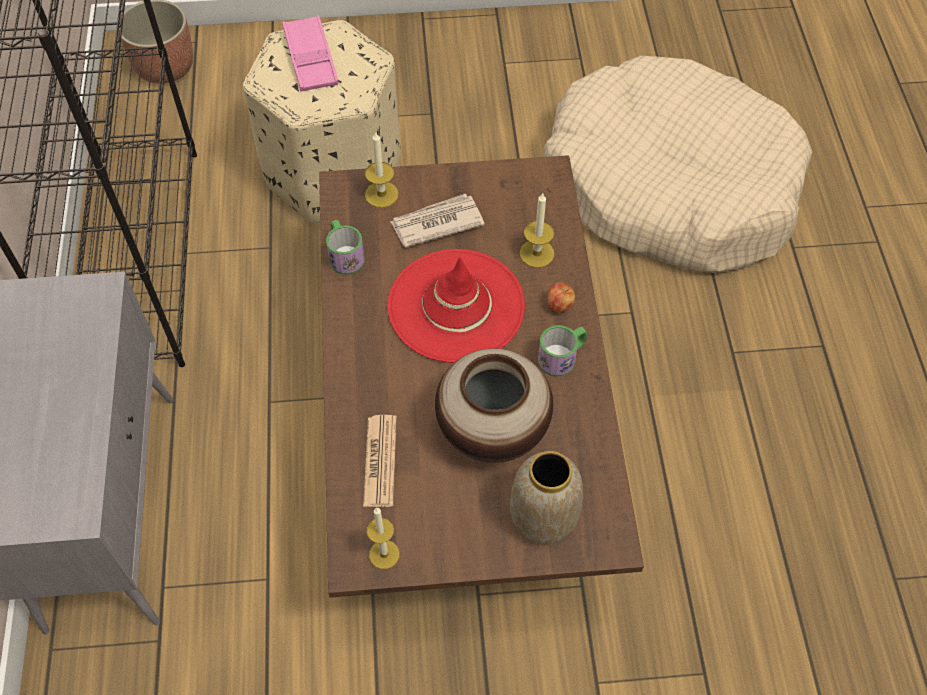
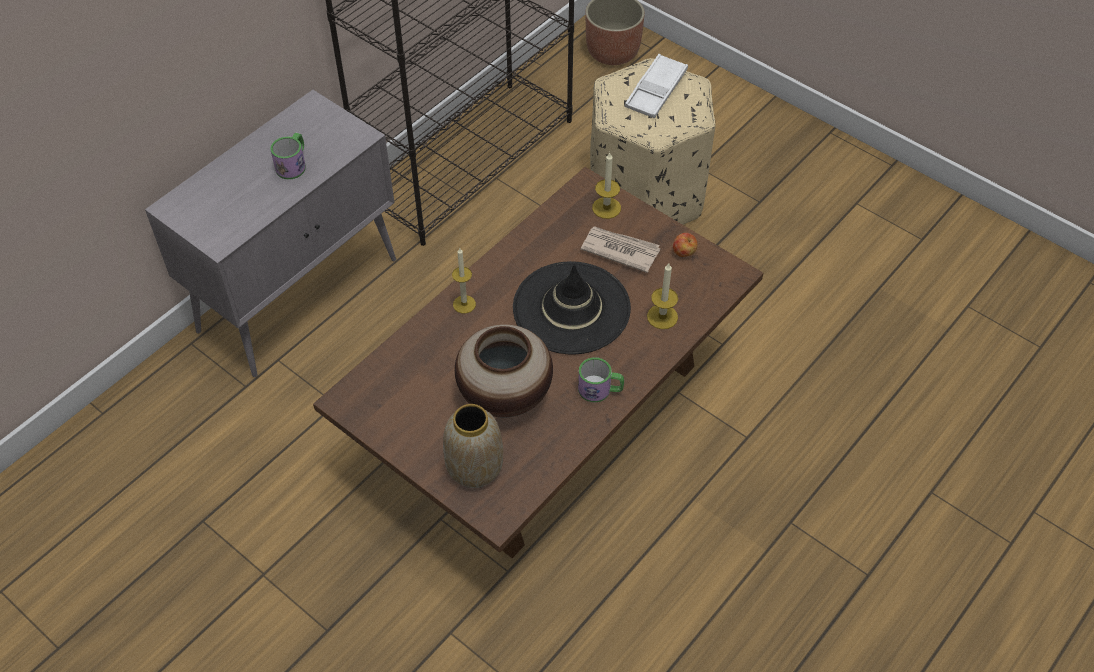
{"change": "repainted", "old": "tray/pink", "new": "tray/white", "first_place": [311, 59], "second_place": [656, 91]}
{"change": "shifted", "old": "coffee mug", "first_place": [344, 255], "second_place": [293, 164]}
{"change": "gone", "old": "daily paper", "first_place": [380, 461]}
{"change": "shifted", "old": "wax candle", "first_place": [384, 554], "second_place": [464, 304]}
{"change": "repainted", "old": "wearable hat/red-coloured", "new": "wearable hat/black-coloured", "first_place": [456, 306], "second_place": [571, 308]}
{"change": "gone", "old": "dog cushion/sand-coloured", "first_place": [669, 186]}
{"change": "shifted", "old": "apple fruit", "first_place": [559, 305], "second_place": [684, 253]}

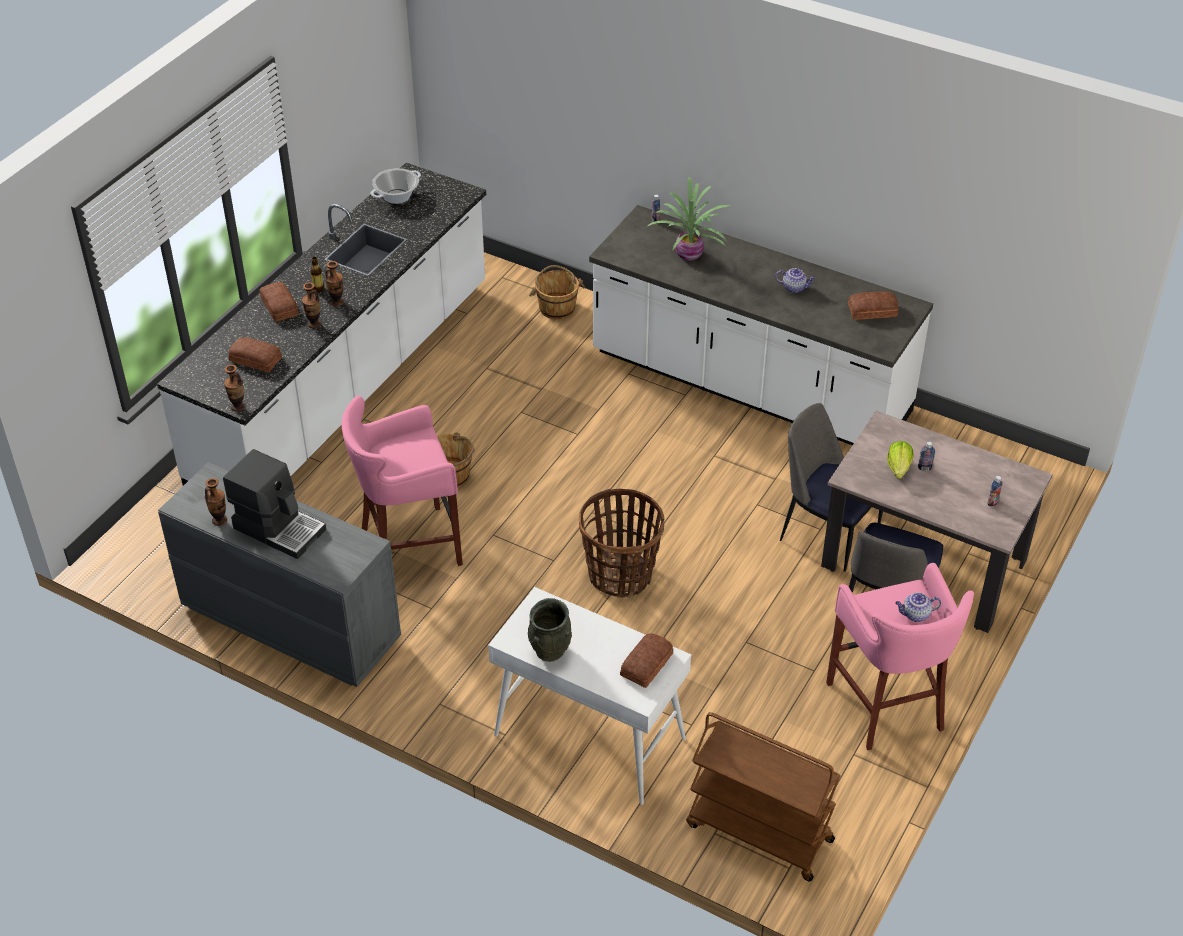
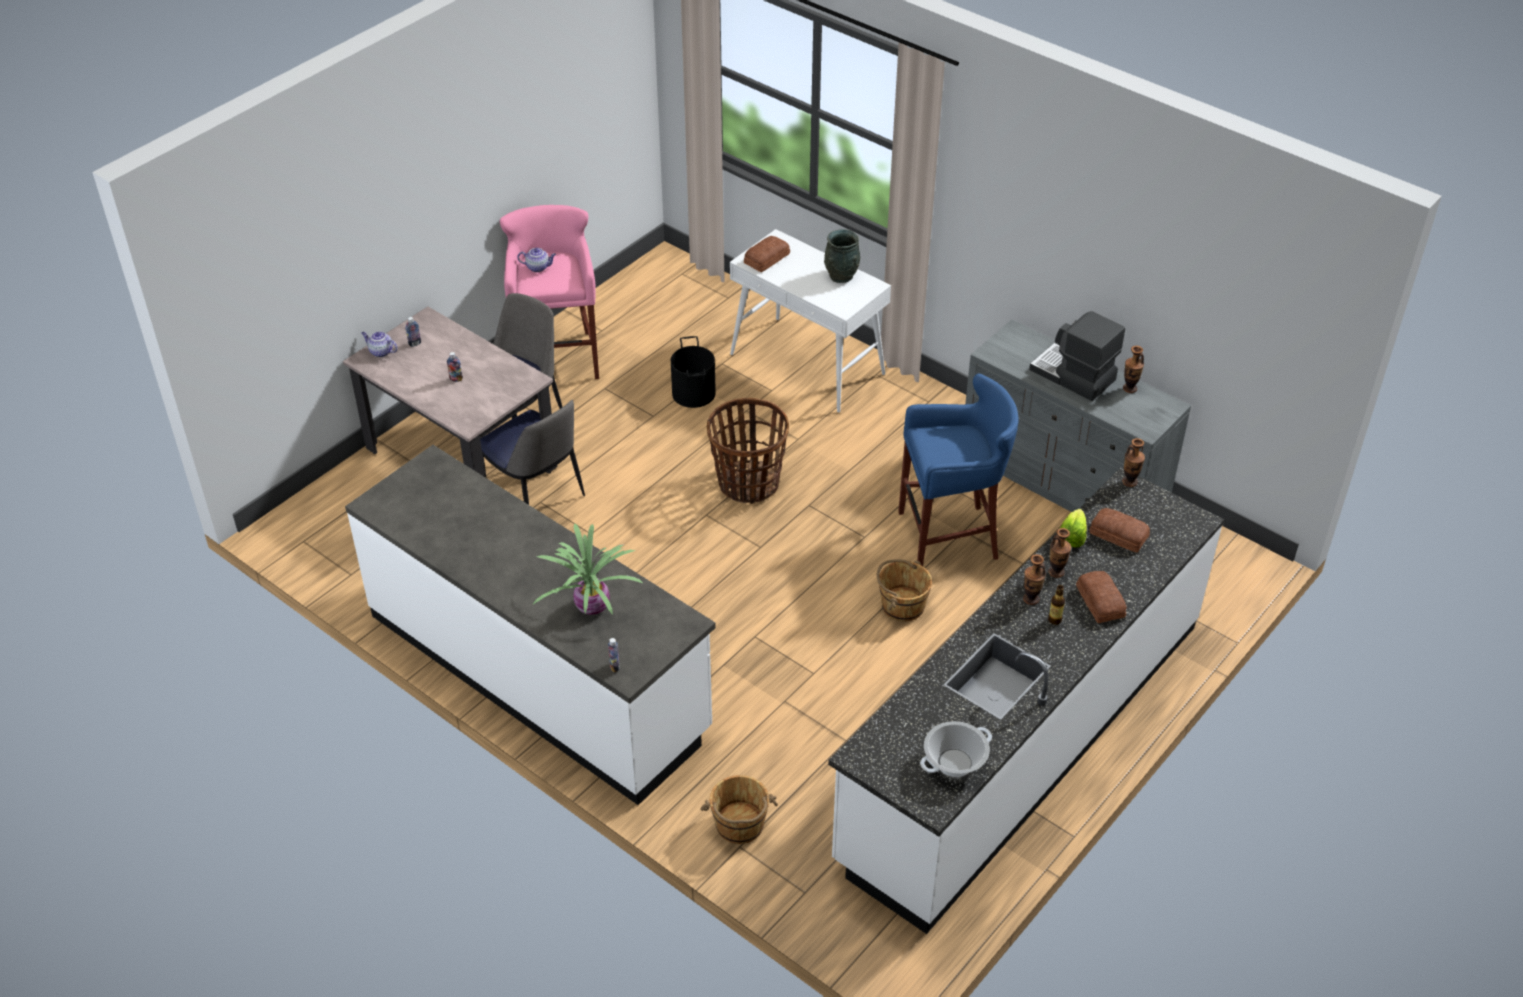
{"change": "repainted", "old": "stool/pink", "new": "stool/bluish", "first_place": [408, 545], "second_place": [951, 536]}
{"change": "gone", "old": "wheeled cart/brownish", "first_place": [758, 833]}
{"change": "shifted", "old": "pot for tea", "first_place": [794, 288], "second_place": [380, 352]}
{"change": "gone", "old": "bakery bread", "first_place": [873, 311]}
{"change": "shifted", "old": "head of lettuce", "first_place": [898, 468], "second_place": [1072, 537]}
{"change": "new", "new": "pail/black-coloured", "second_place": [693, 393]}

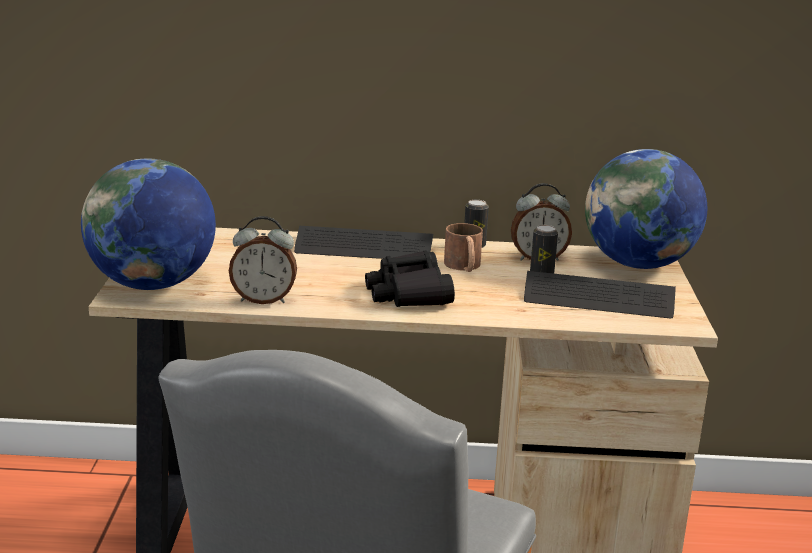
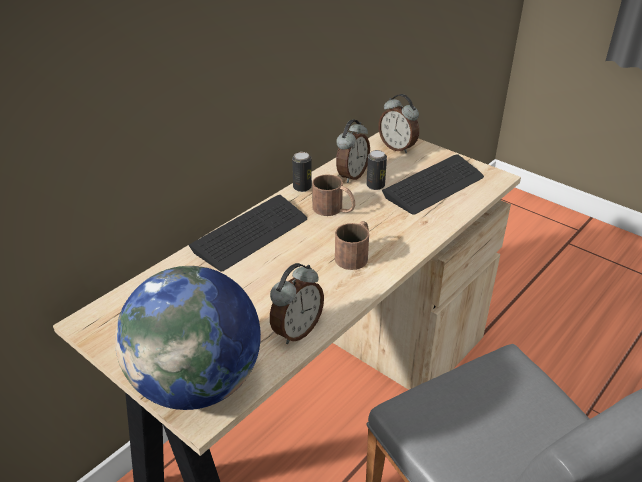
{"change": "swapped", "old": "pair of binoculars/black-coloured", "new": "coffee mug/brownish", "first_place": [408, 294], "second_place": [355, 254]}
{"change": "swapped", "old": "world globe", "new": "alarm clock", "first_place": [638, 264], "second_place": [398, 147]}

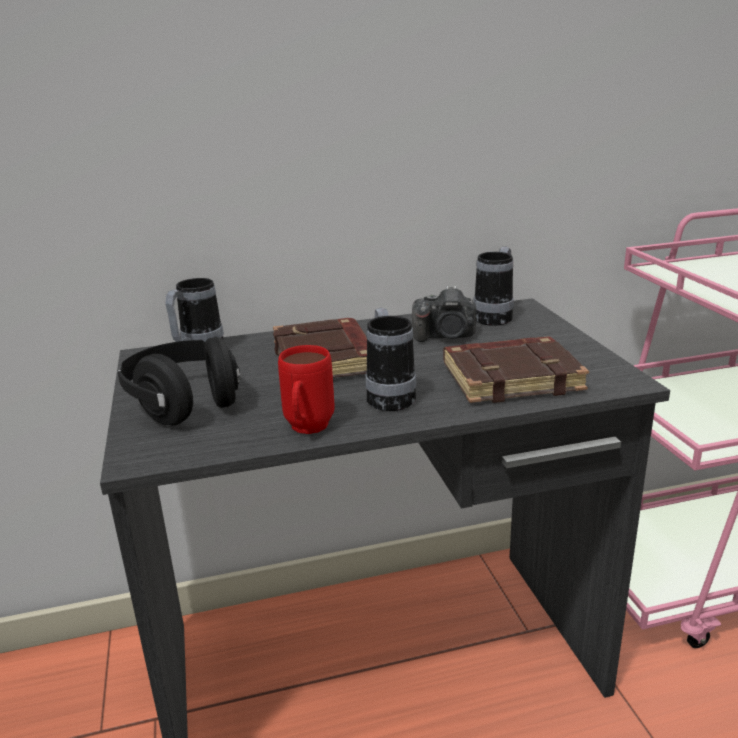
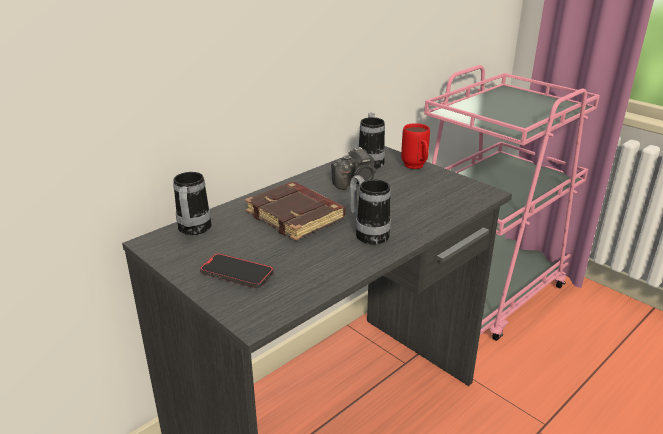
{"change": "swapped", "old": "headset/black-coloured", "new": "phone", "first_place": [185, 404], "second_place": [237, 273]}
{"change": "shifted", "old": "coffee mug/red-coloured", "first_place": [307, 431], "second_place": [416, 167]}
{"change": "gone", "old": "volume/brownish", "first_place": [512, 377]}

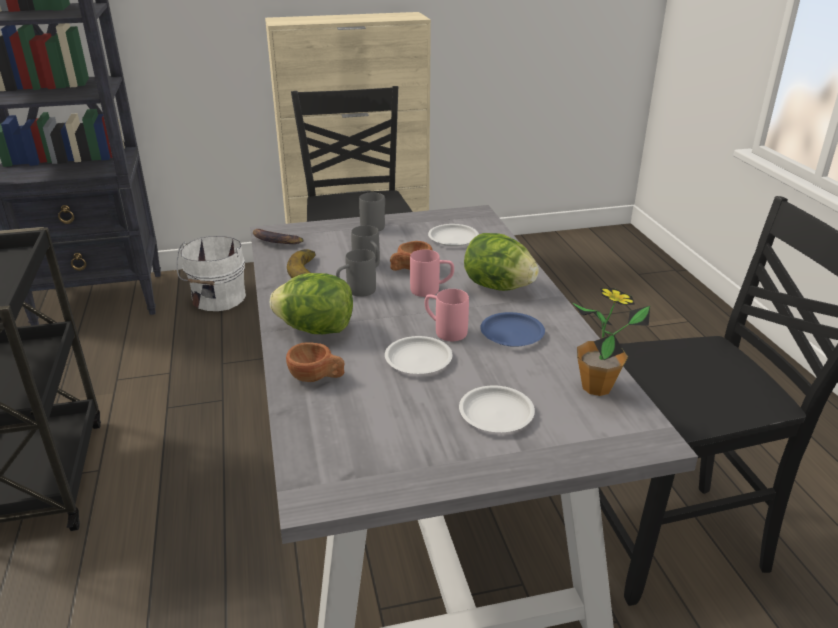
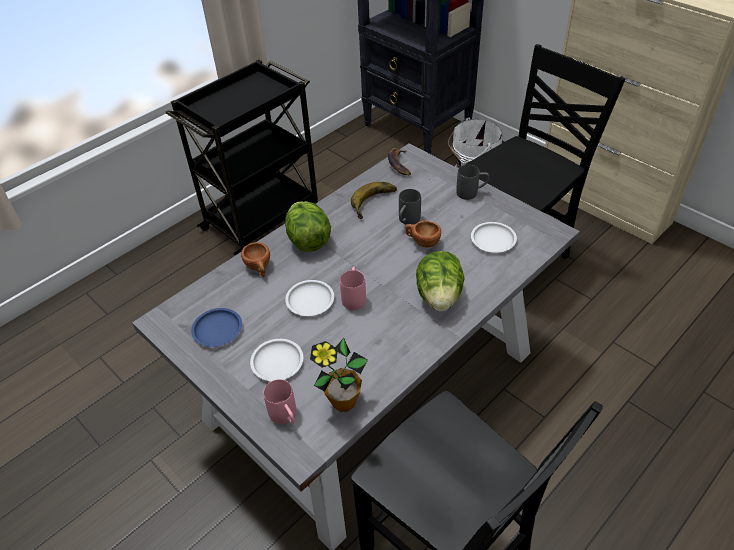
{"change": "gone", "old": "coffee mug/gray", "first_place": [355, 292]}
{"change": "shifted", "old": "coffee mug/pink", "first_place": [431, 290], "second_place": [285, 417]}
{"change": "shifted", "old": "plate/bluish", "first_place": [511, 333], "second_place": [218, 329]}

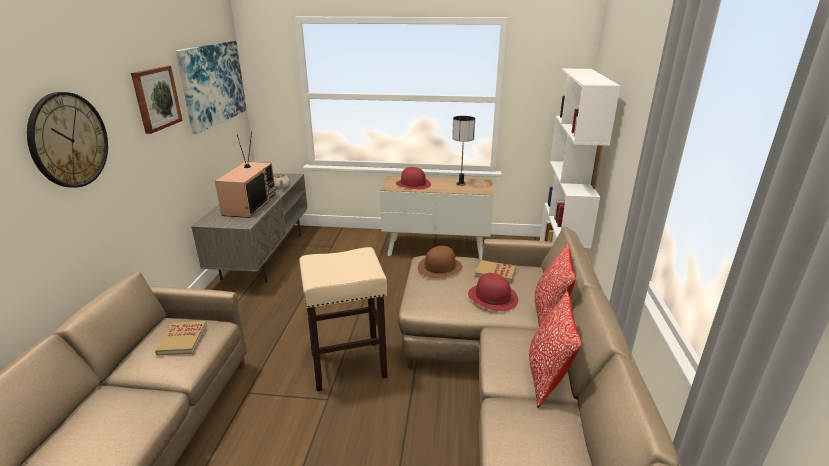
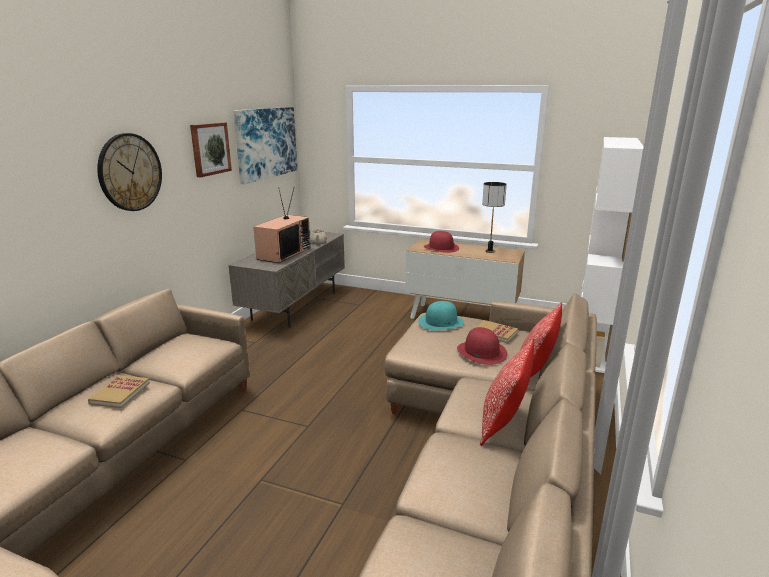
{"change": "shifted", "old": "volume", "first_place": [182, 339], "second_place": [120, 393]}
{"change": "gone", "old": "stool/sand-coloured", "first_place": [349, 364]}
{"change": "repainted", "old": "wearable hat/brownish", "new": "wearable hat/turquoise-coloured", "first_place": [440, 267], "second_place": [441, 322]}

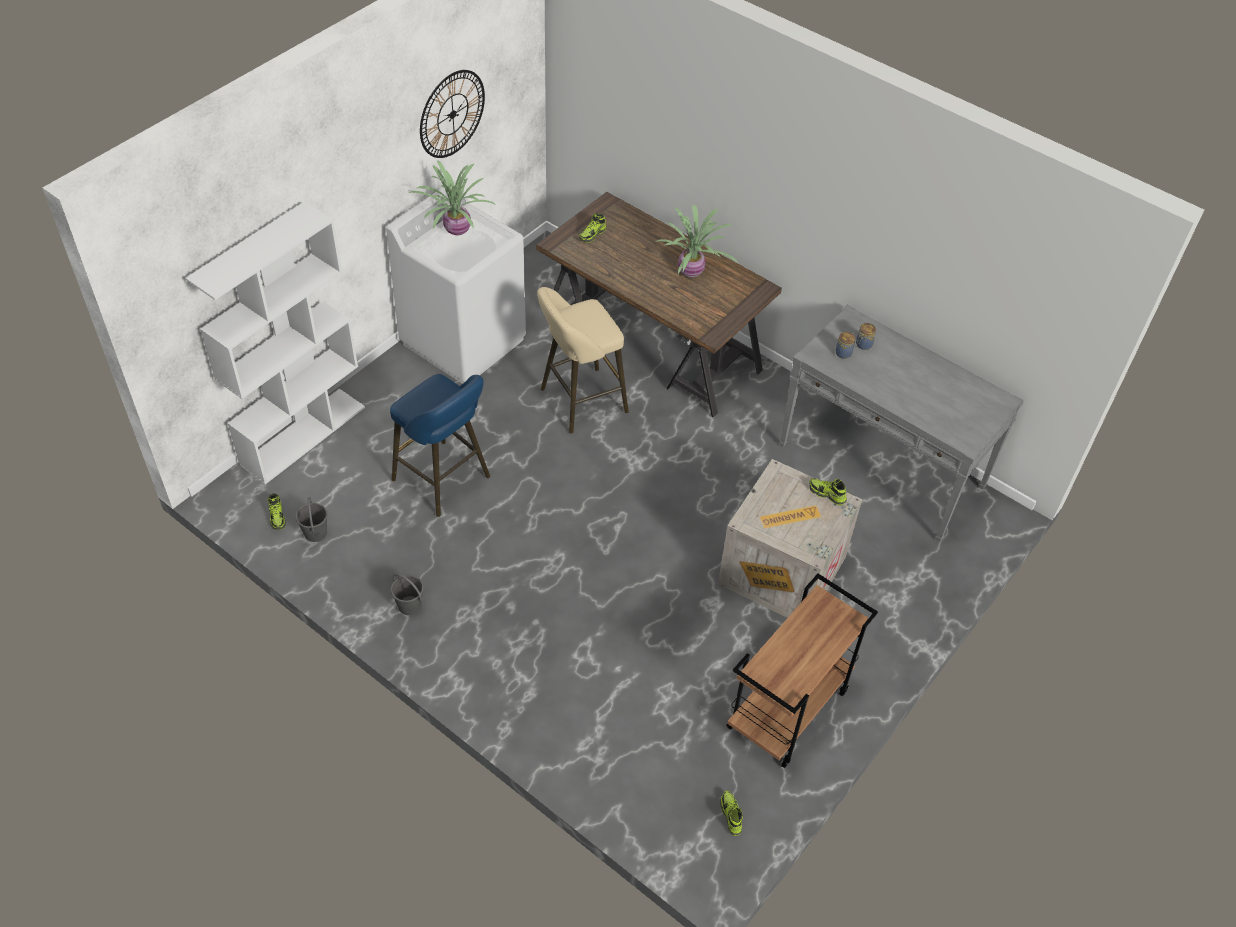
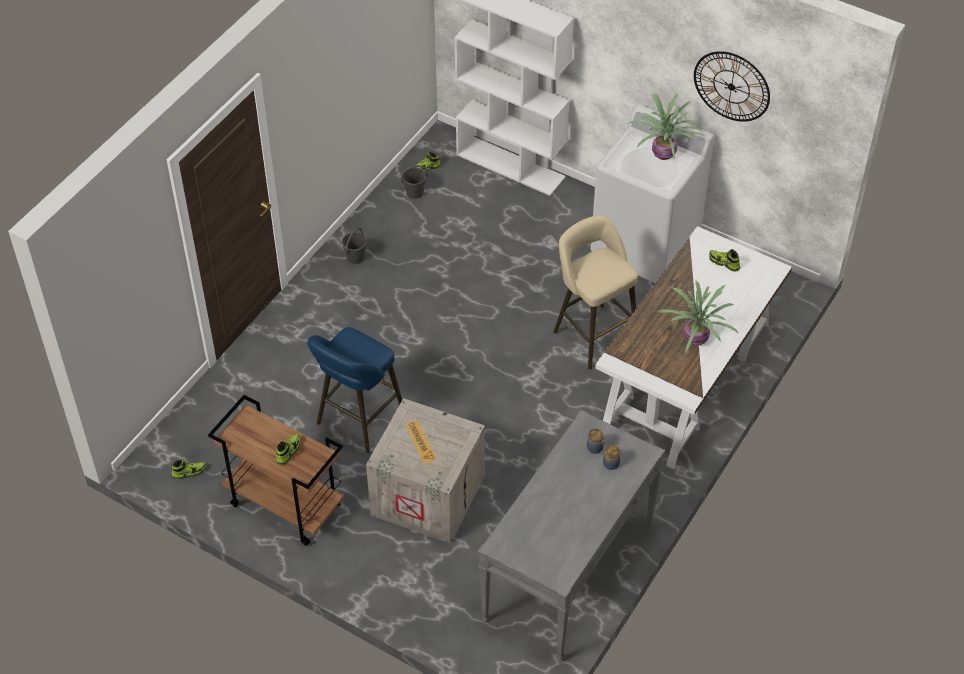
{"change": "shifted", "old": "stool/bluish", "first_place": [445, 481], "second_place": [358, 421]}
{"change": "repainted", "old": "desk table/brownish", "new": "desk table/white", "first_place": [652, 341], "second_place": [687, 379]}
{"change": "shifted", "old": "low shoe", "first_place": [827, 494], "second_place": [288, 452]}

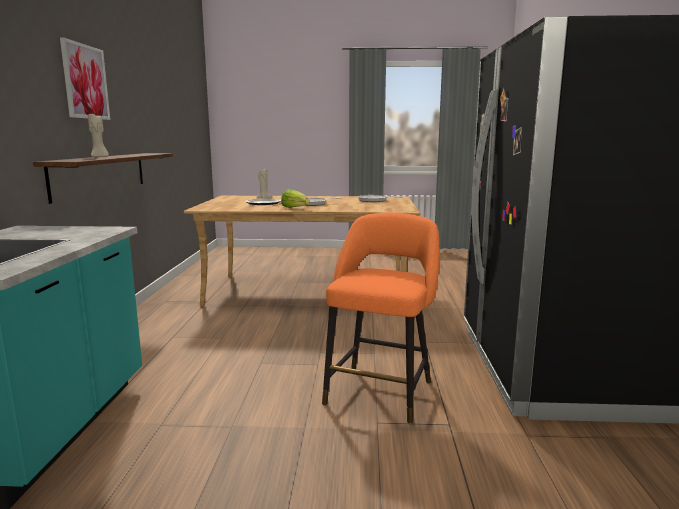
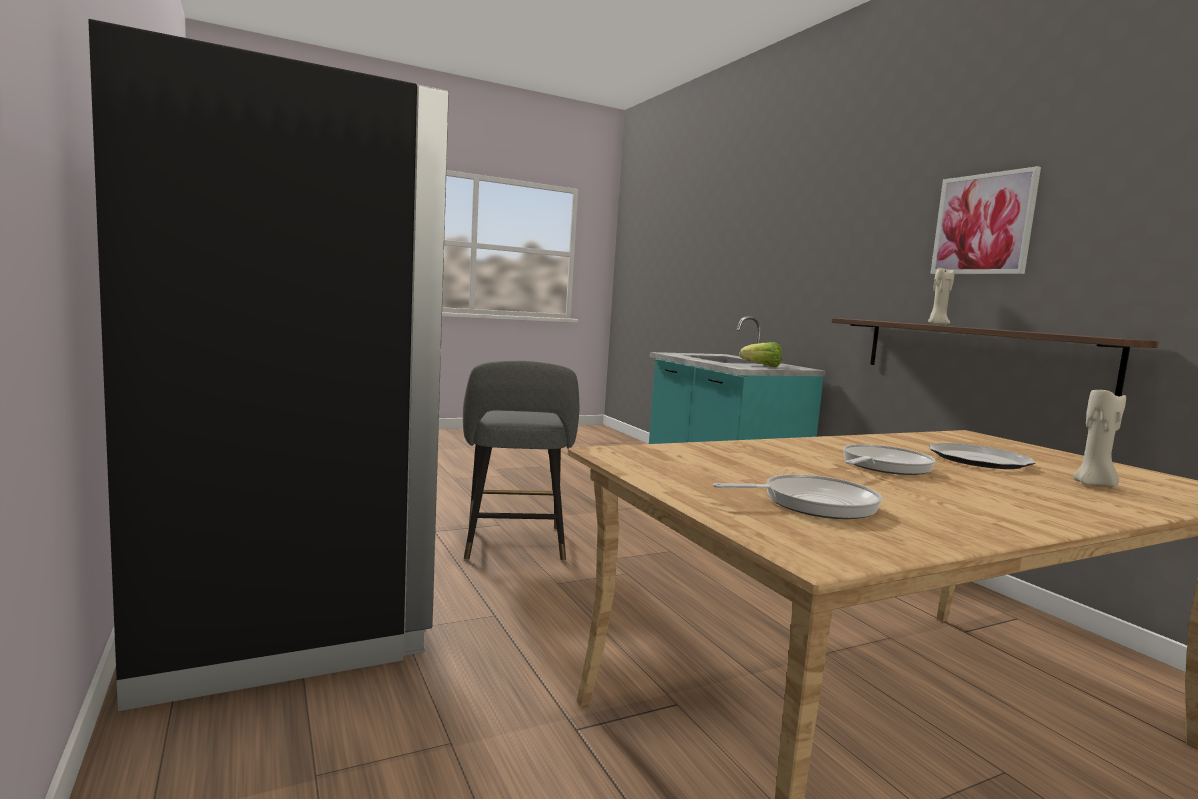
{"change": "shifted", "old": "head of lettuce", "first_place": [294, 208], "second_place": [762, 366]}
{"change": "repainted", "old": "stool/orange", "new": "stool/gray", "first_place": [380, 390], "second_place": [514, 546]}

